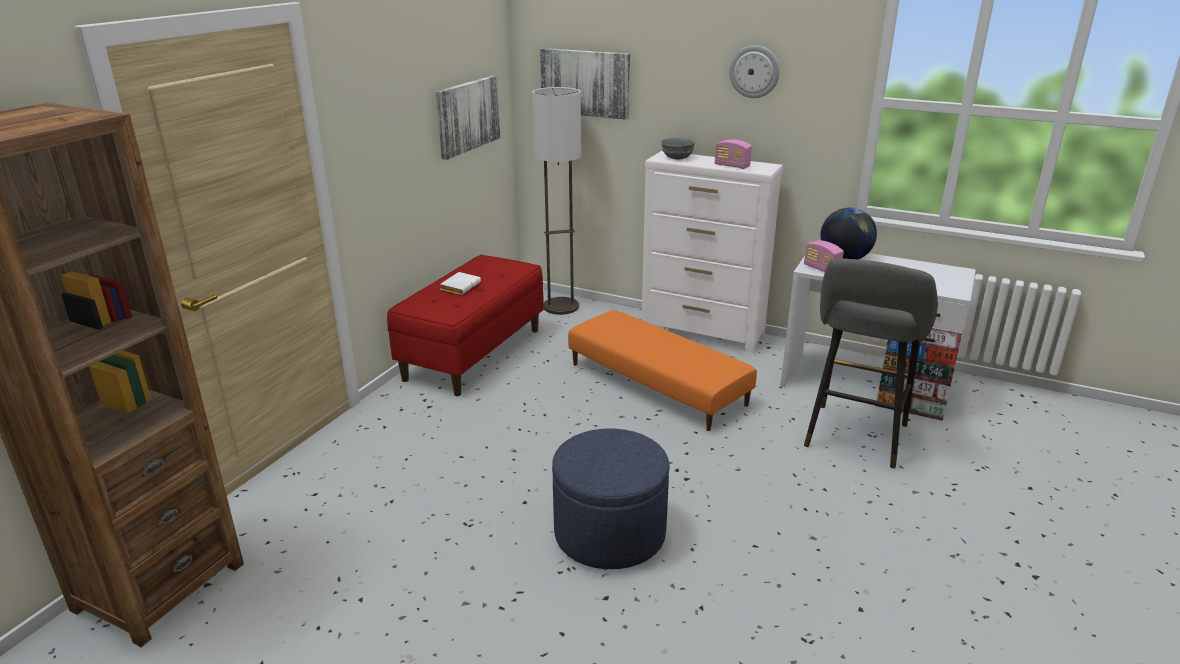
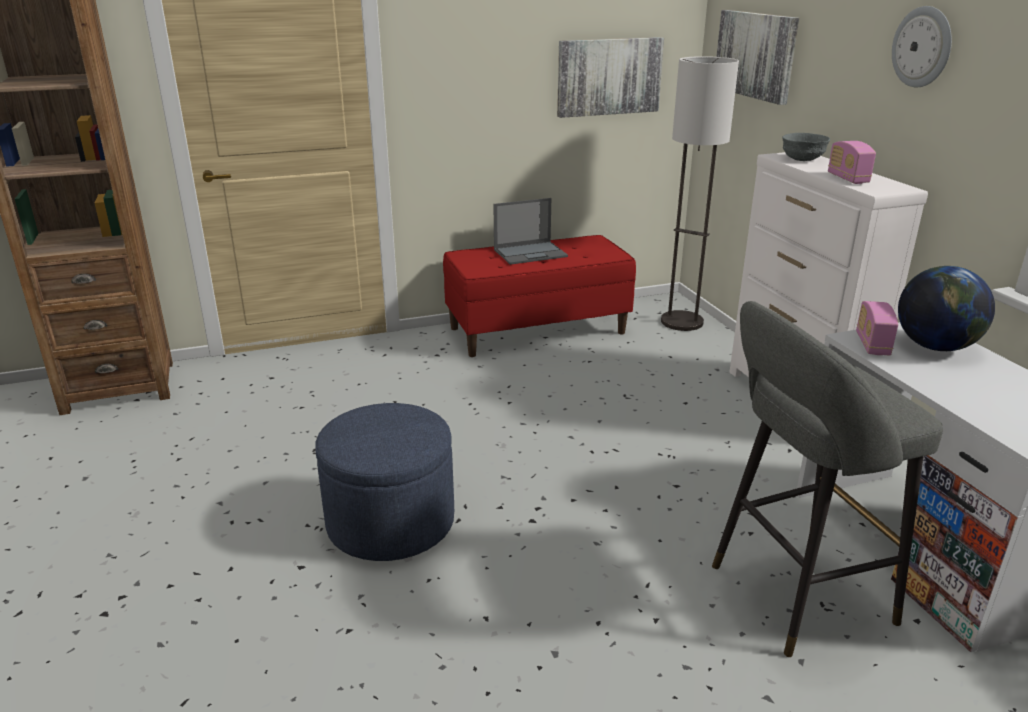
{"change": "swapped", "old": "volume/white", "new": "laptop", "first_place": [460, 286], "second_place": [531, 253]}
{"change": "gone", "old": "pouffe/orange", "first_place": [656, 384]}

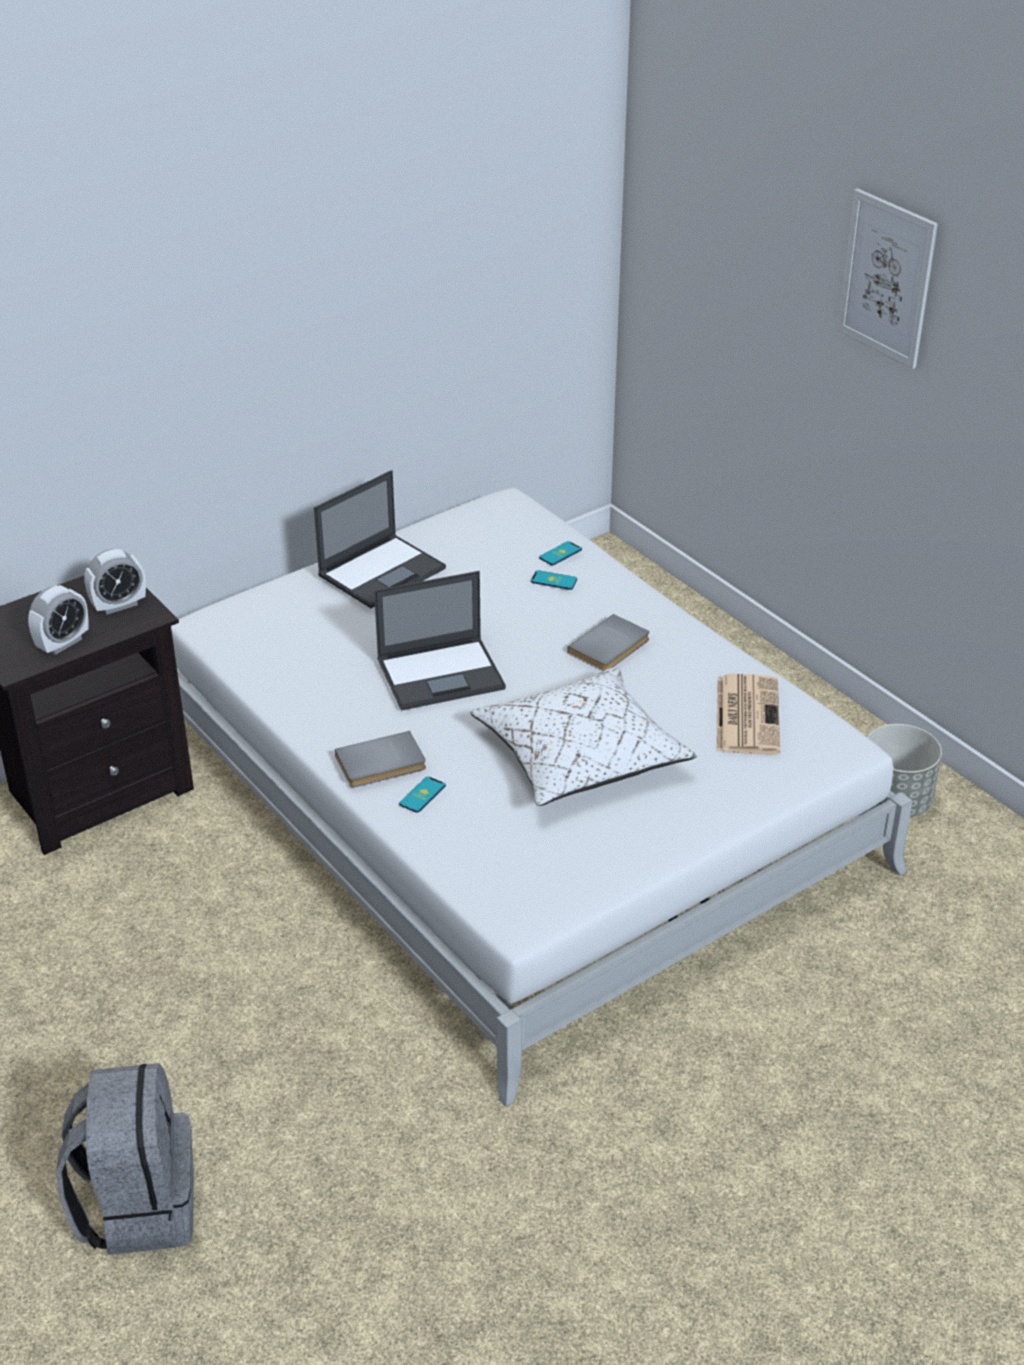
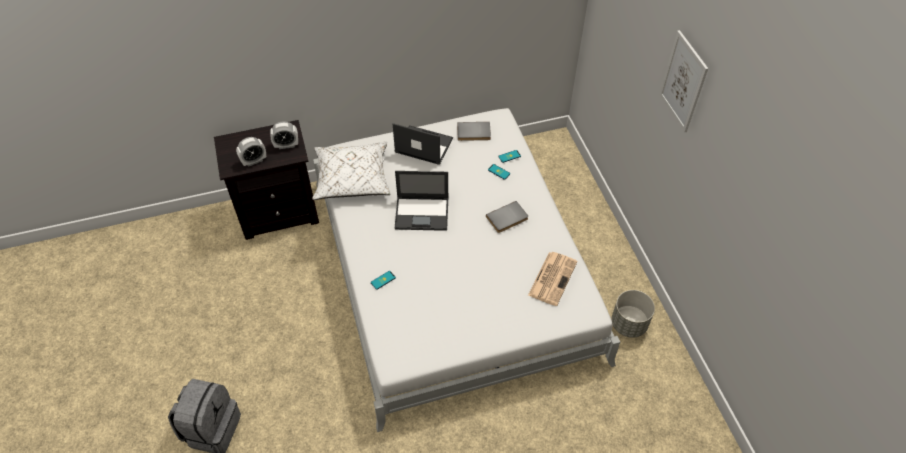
{"change": "rotated", "old": "laptop", "first_place": [383, 571], "second_place": [423, 145], "degrees": -135}
{"change": "shifted", "old": "volume/gray", "first_place": [381, 764], "second_place": [473, 133]}
{"change": "shifted", "old": "pillow/white", "first_place": [579, 756], "second_place": [352, 178]}

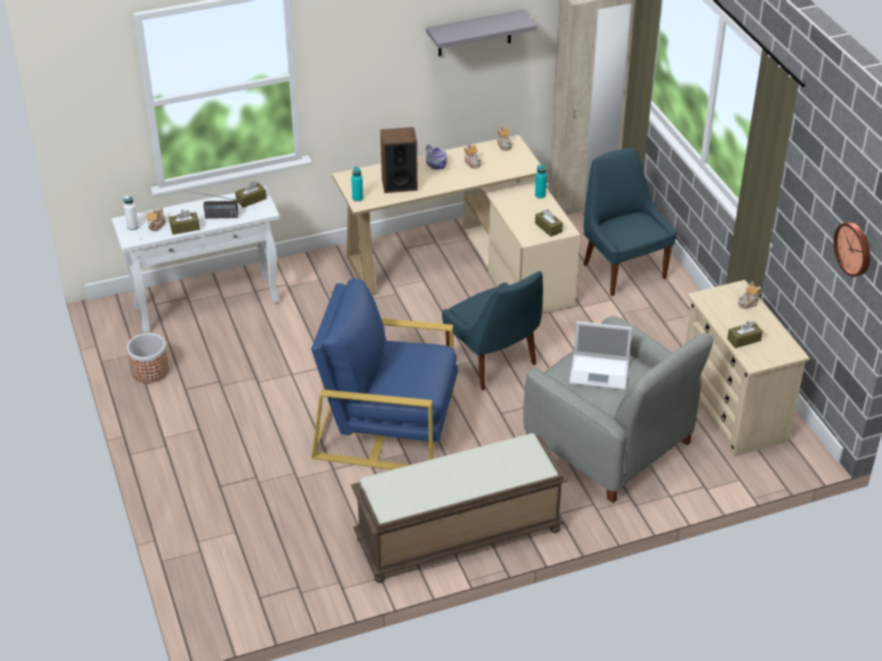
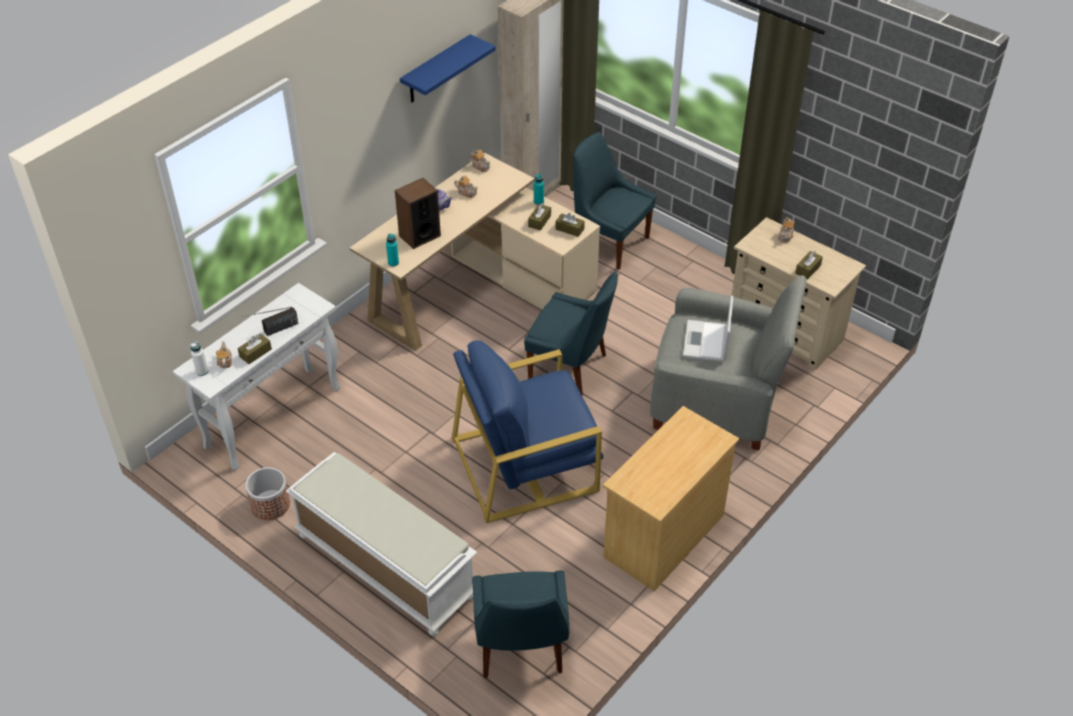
{"change": "shifted", "old": "tissue holder/brownish", "first_place": [251, 199], "second_place": [539, 221]}
{"change": "swapped", "old": "long seat/brownish", "new": "drawer chest/sand-coloured", "first_place": [458, 536], "second_place": [663, 536]}
{"change": "repainted", "old": "shelf/gray", "new": "shelf/bluish", "first_place": [474, 33], "second_place": [436, 70]}
{"change": "rotated", "old": "laptop", "first_place": [600, 372], "second_place": [706, 342], "degrees": 120}
{"change": "gone", "old": "hanging clock", "first_place": [854, 248]}
{"change": "new", "new": "long seat/white", "second_place": [384, 566]}
{"change": "new", "new": "plain chair/bluish", "second_place": [520, 649]}

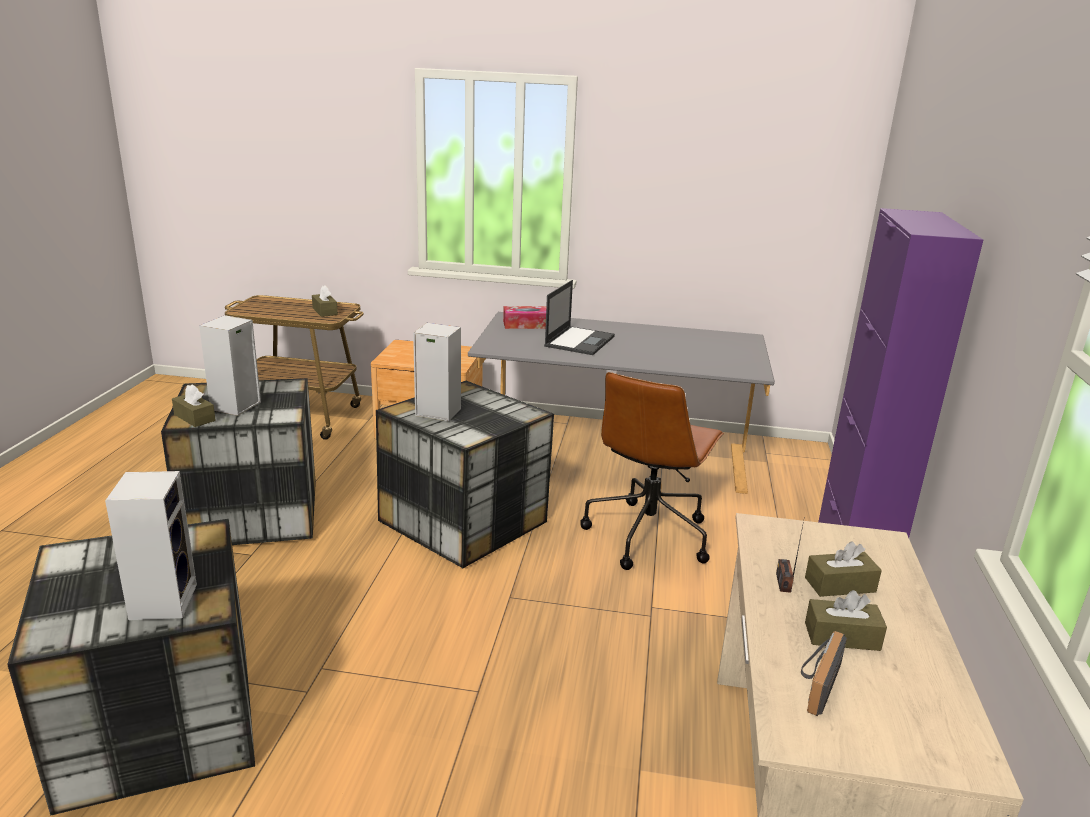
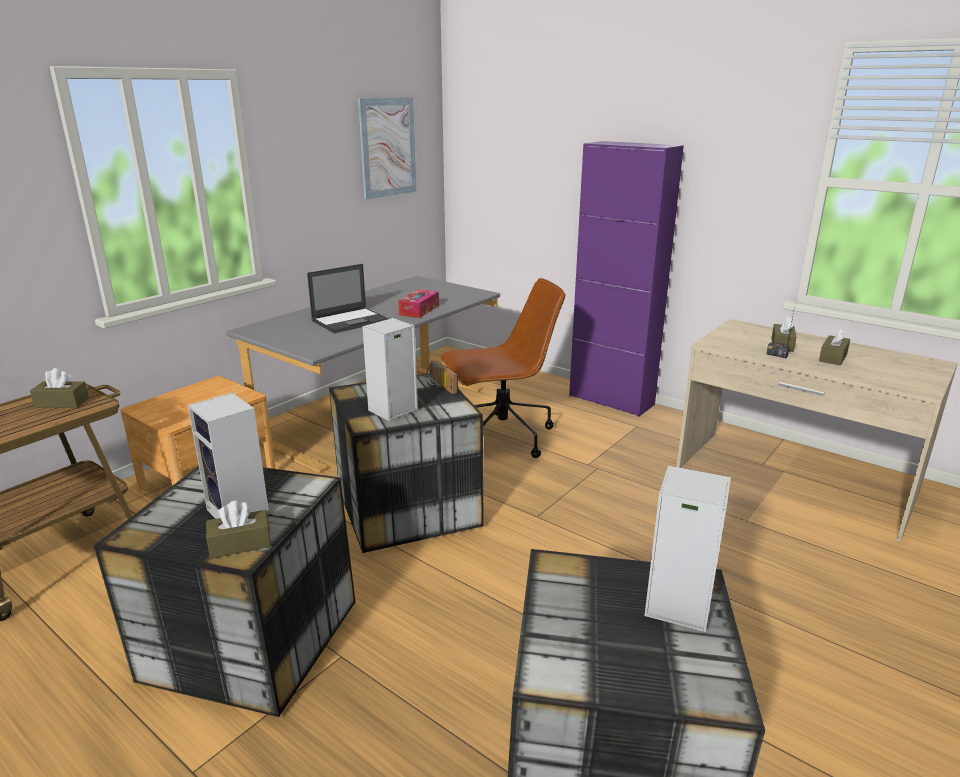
{"change": "shifted", "old": "tissue holder", "first_place": [527, 325], "second_place": [419, 310]}
{"change": "rotated", "old": "laptop", "first_place": [580, 341], "second_place": [350, 320], "degrees": 90}
{"change": "rotated", "old": "computer chair/brownish", "first_place": [648, 534], "second_place": [501, 437], "degrees": -75}
{"change": "shifted", "old": "radio set", "first_place": [815, 682], "second_place": [439, 386]}
{"change": "new", "new": "wall picture", "second_place": [387, 147]}

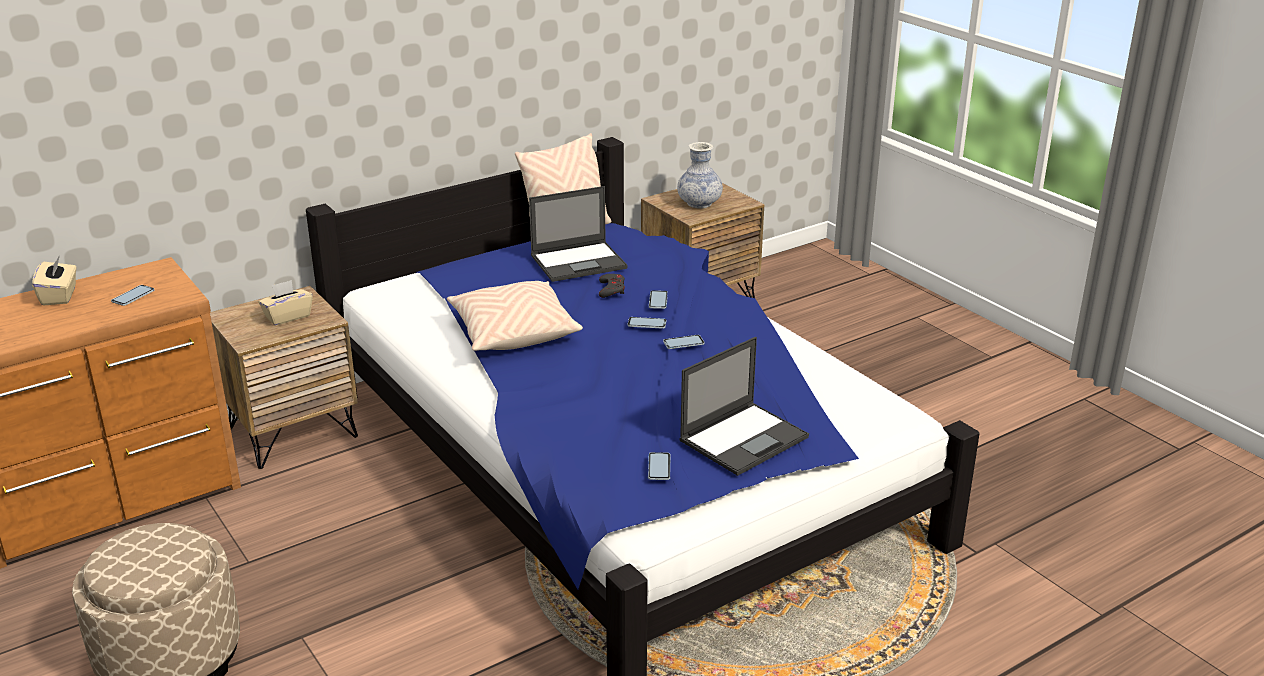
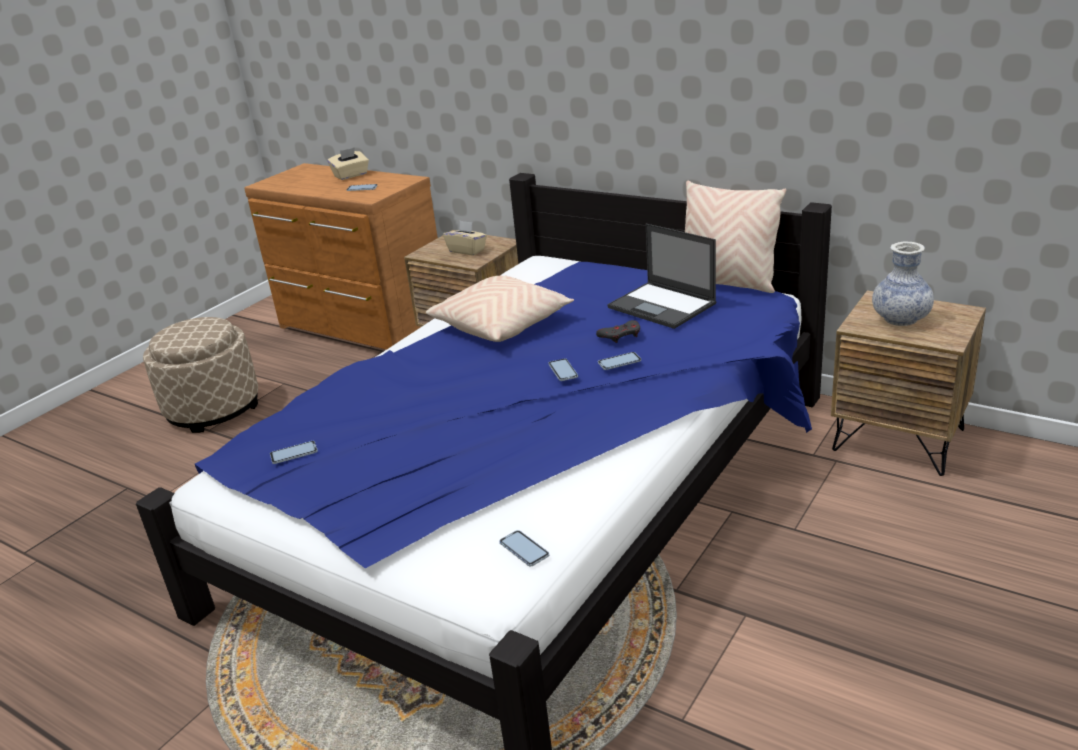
{"change": "shifted", "old": "phone", "first_place": [683, 343], "second_place": [524, 549]}
{"change": "gone", "old": "laptop", "first_place": [744, 438]}

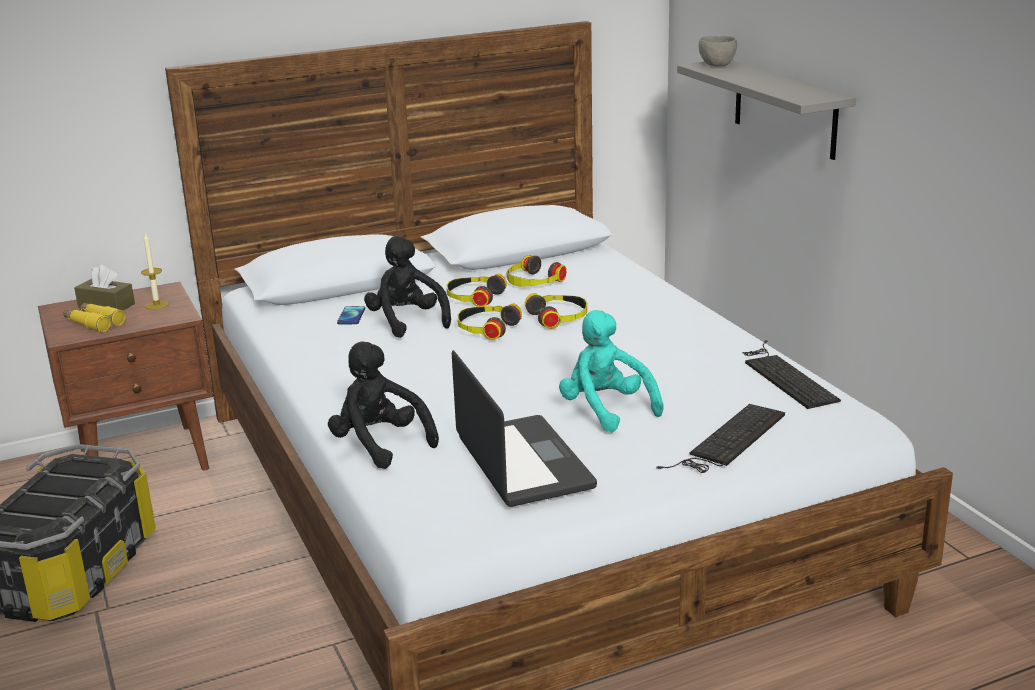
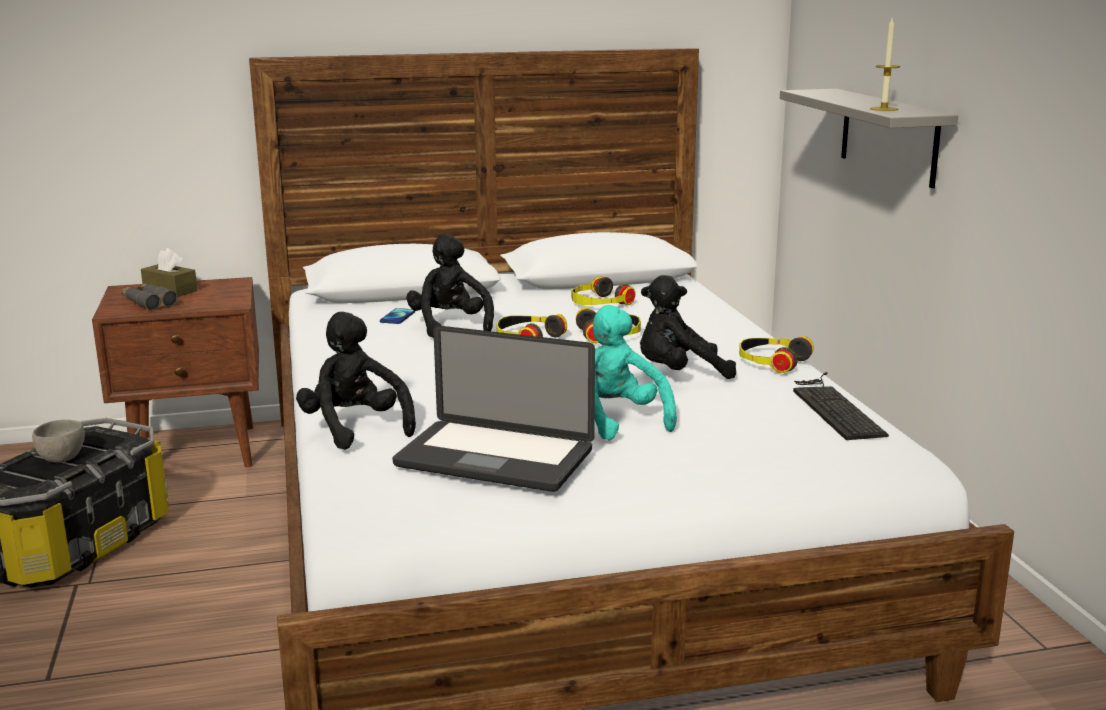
{"change": "repainted", "old": "pair of binoculars/yellowish", "new": "pair of binoculars/gray", "first_place": [94, 323], "second_place": [149, 303]}
{"change": "shifted", "old": "wax candle", "first_place": [157, 305], "second_place": [884, 109]}
{"change": "shifted", "old": "headset", "first_place": [474, 297], "second_place": [772, 362]}
{"change": "rotated", "old": "laptop", "first_place": [523, 463], "second_place": [494, 458], "degrees": 120}
{"change": "gone", "old": "computer keyboard", "first_place": [728, 441]}
{"change": "shifted", "old": "serving bowl/gray", "first_place": [716, 65], "second_place": [60, 458]}
{"change": "new", "new": "soft toy/black-coloured", "second_place": [679, 374]}

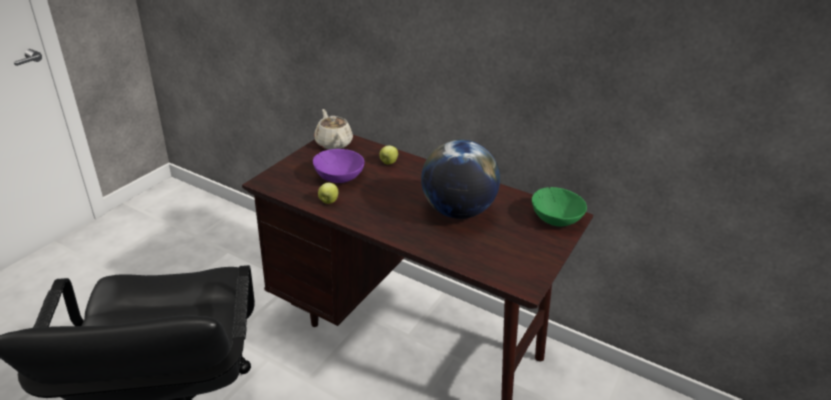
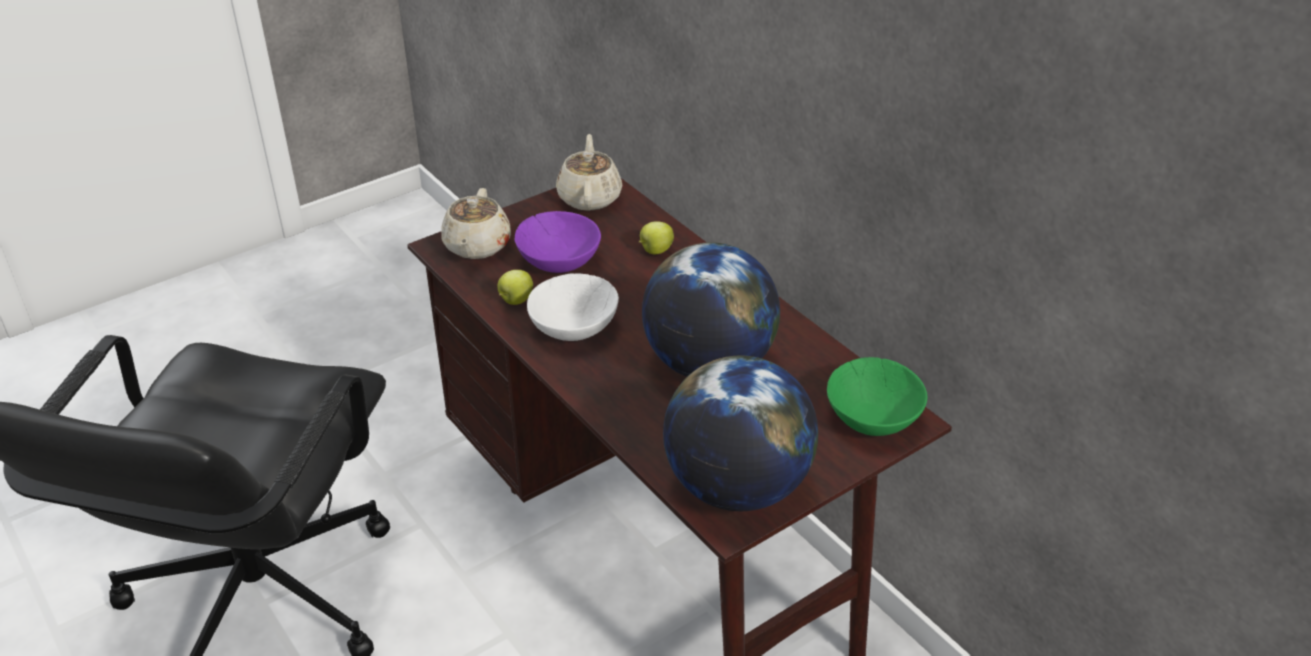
{"change": "new", "new": "pot for tea/sand-coloured", "second_place": [476, 246]}
{"change": "new", "new": "serving bowl/white", "second_place": [575, 327]}
{"change": "new", "new": "world globe", "second_place": [737, 487]}

